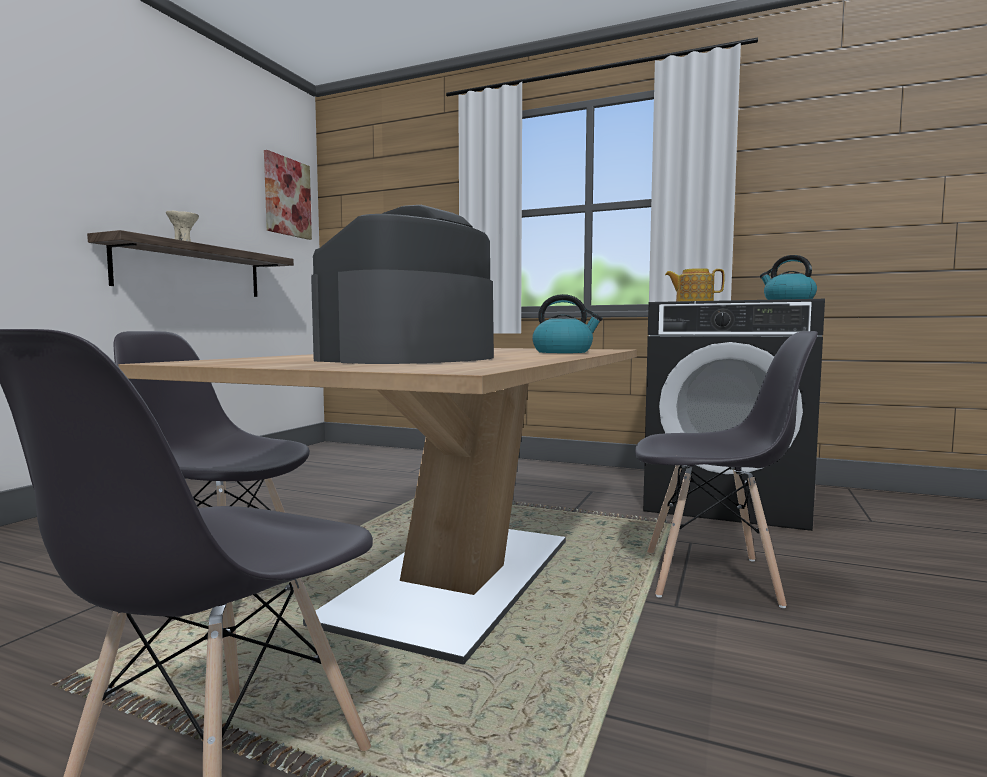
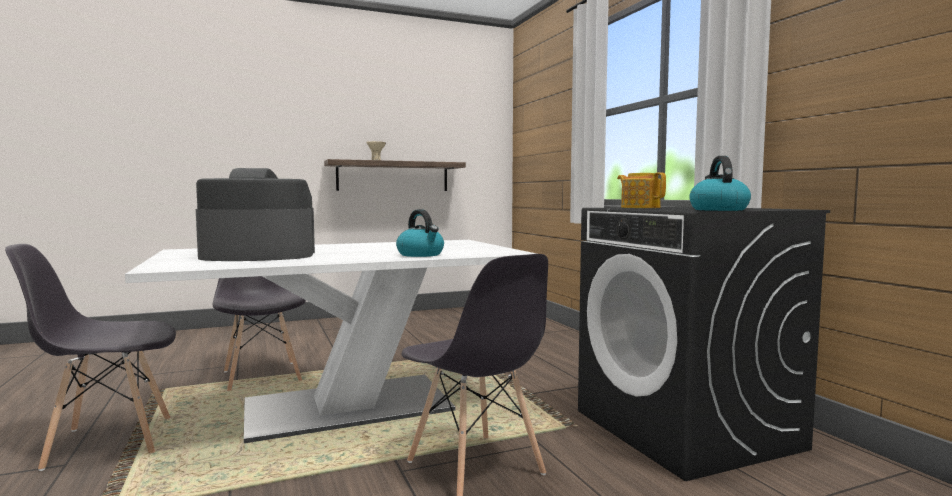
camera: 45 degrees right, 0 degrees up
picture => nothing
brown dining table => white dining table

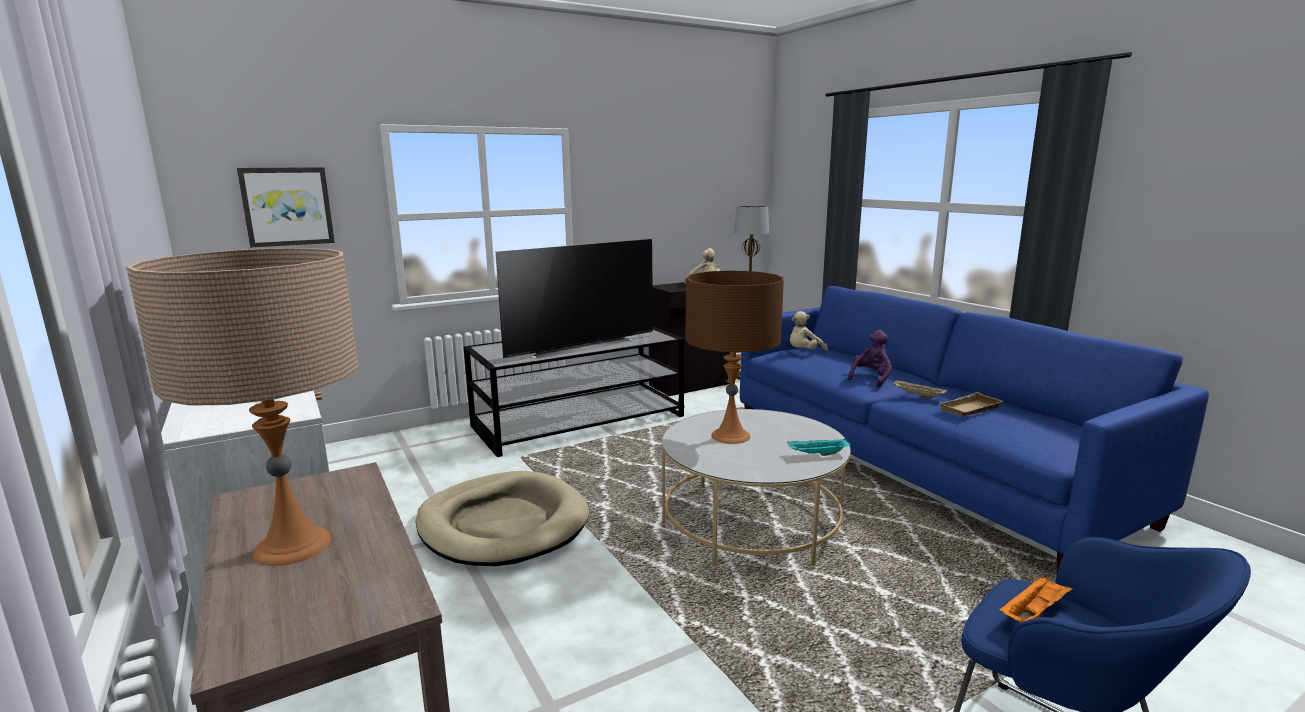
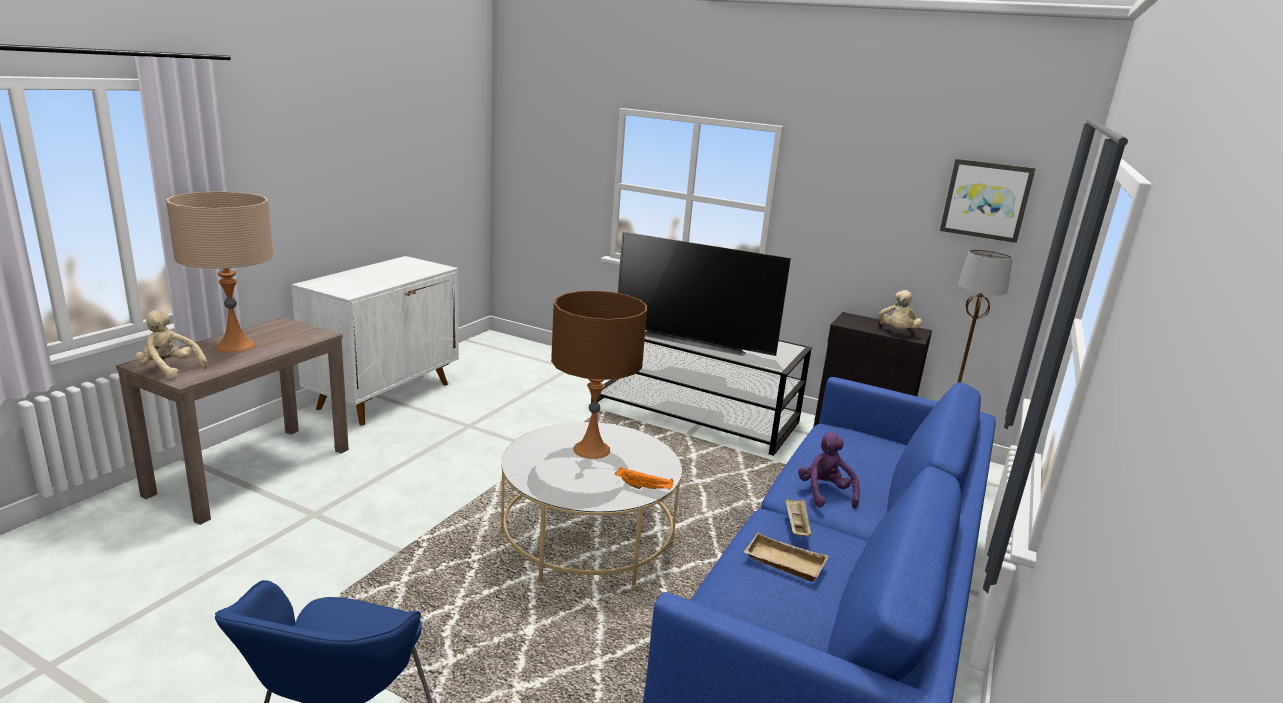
camera: 55 degrees right, 5 degrees up
picture, move
beige plush toy (2nd from left in the first image) => beige plush toy (1st from left), move
purple plush toy, 105 degrees counterclockwise
turquoise tray => nothing
beige dog bed => nothing
orange tray, move

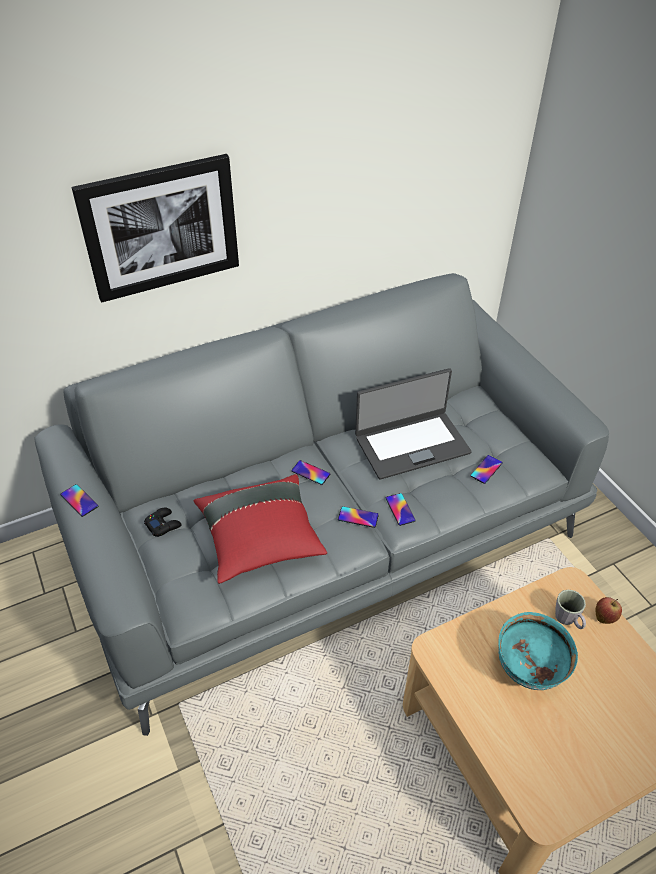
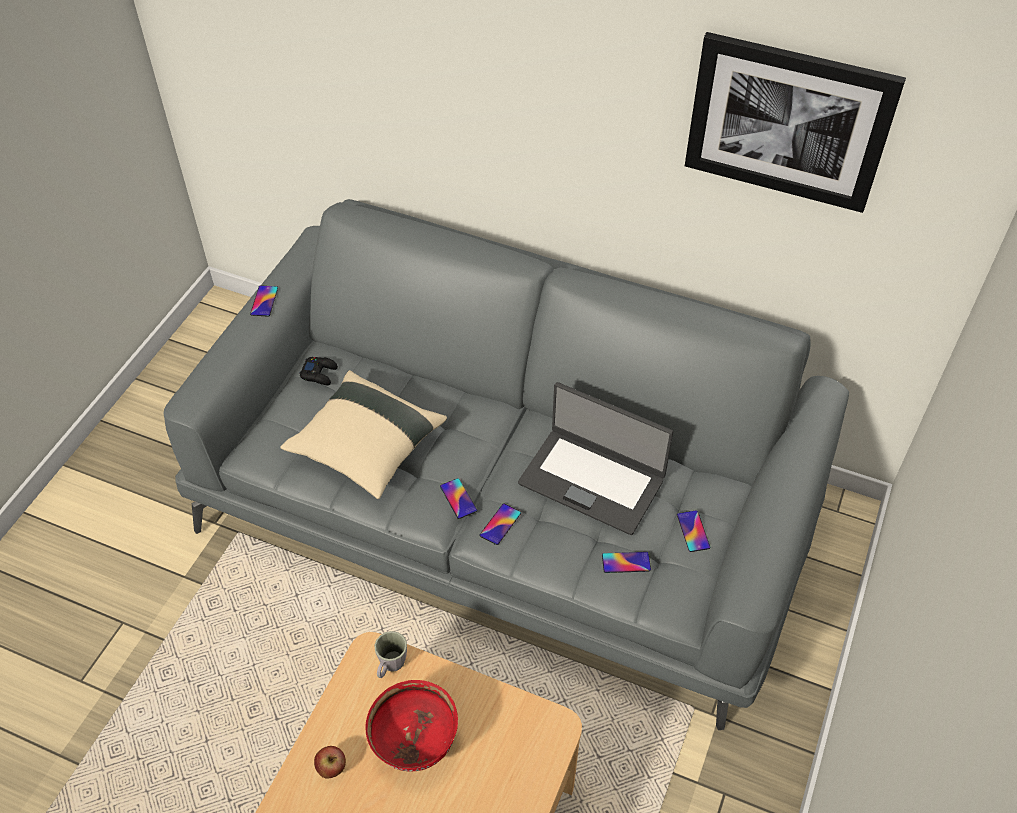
camera: 50 degrees right, 5 degrees up
picture, move
phone (2nd from left in the first image) => phone (5th from left), move
red pillow => beige pillow
grey mug, move
apple, move
turquoise bowl => red bowl

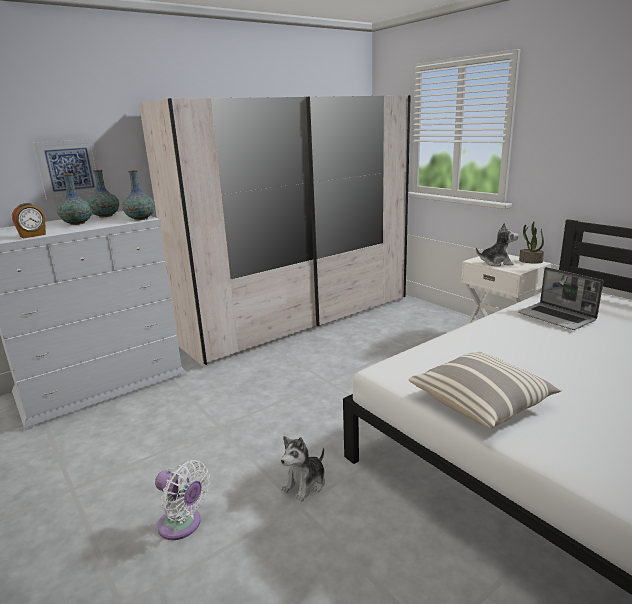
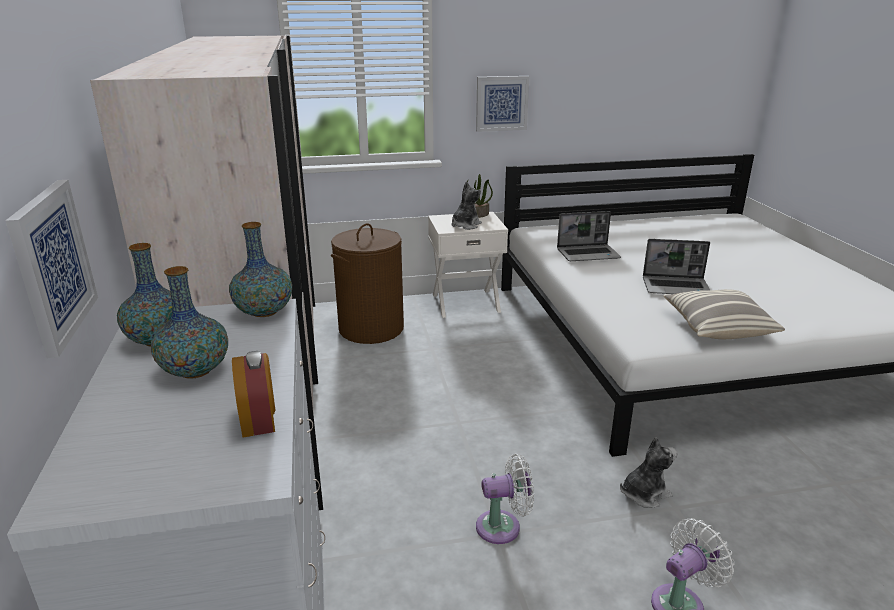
camera: 65 degrees left, 5 degrees up
plush toy (1st from left in the first image) => plush toy (2nd from left), 90 degrees counterclockwise
nothing => picture (2nd from left)
nothing => brown laundry basket
nothing => laptop (2nd from left)
nothing => white fan (1st from left)

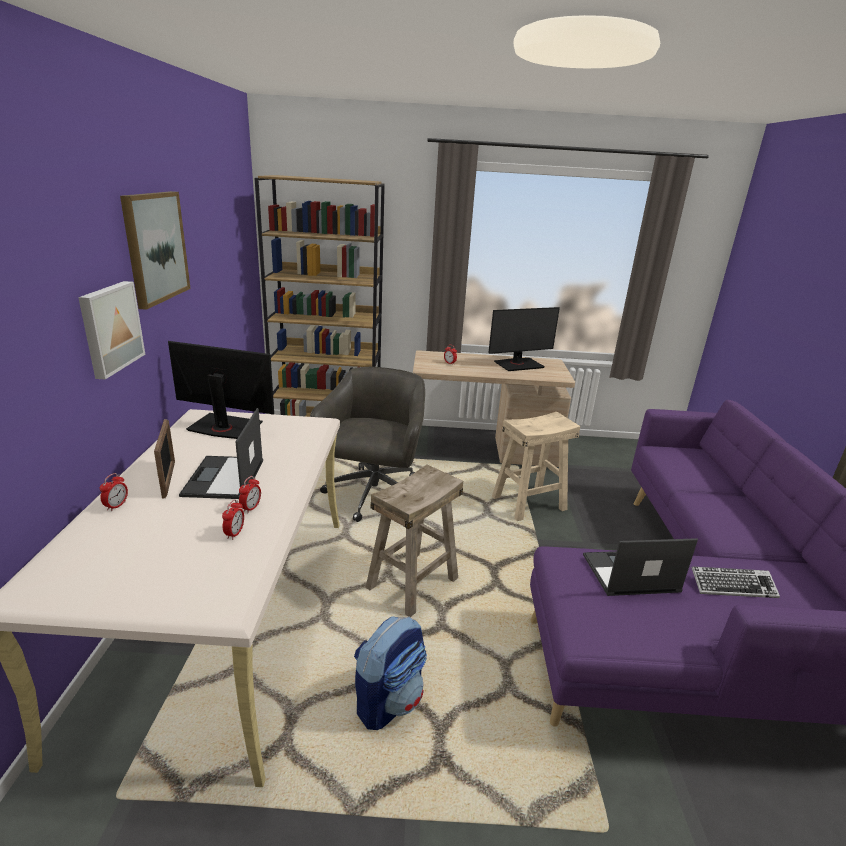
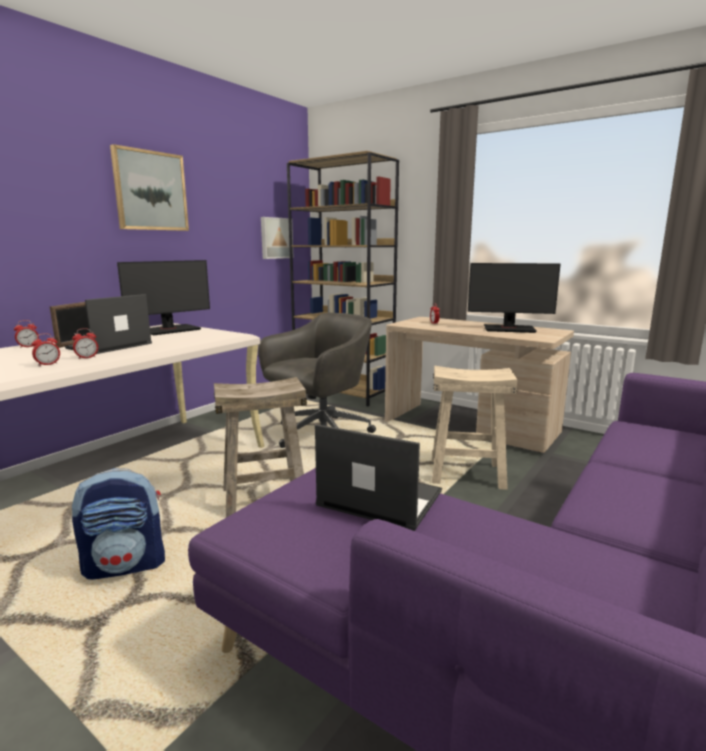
camera: 35 degrees right, 10 degrees down
picture (1st from left in the first image) => picture (2nd from left), move
monitor (1st from left), 90 degrees clockwise
keyboard => nothing

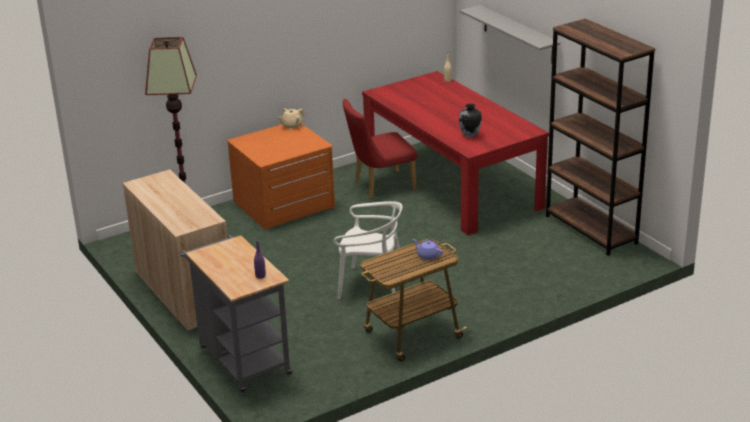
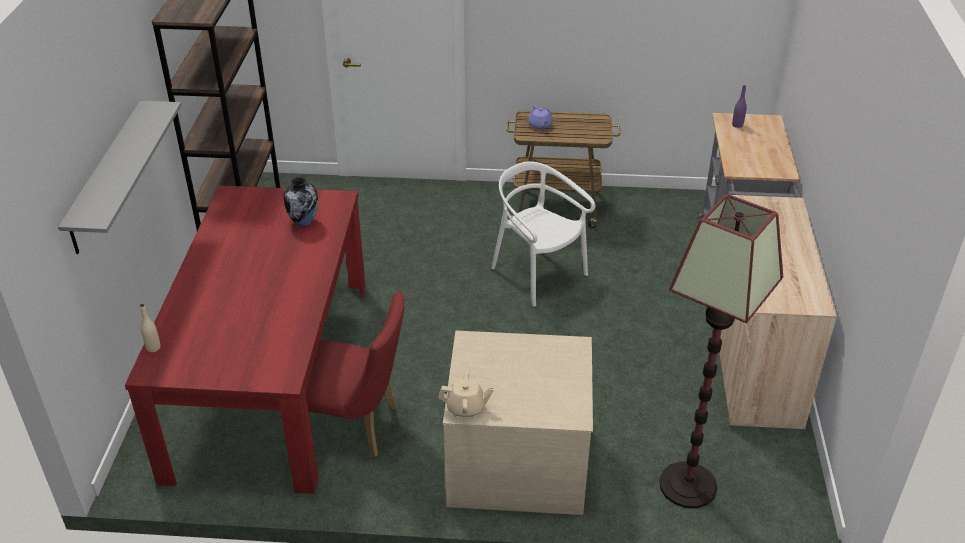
camera: 145 degrees left, 10 degrees up
orange dresser => beige dresser

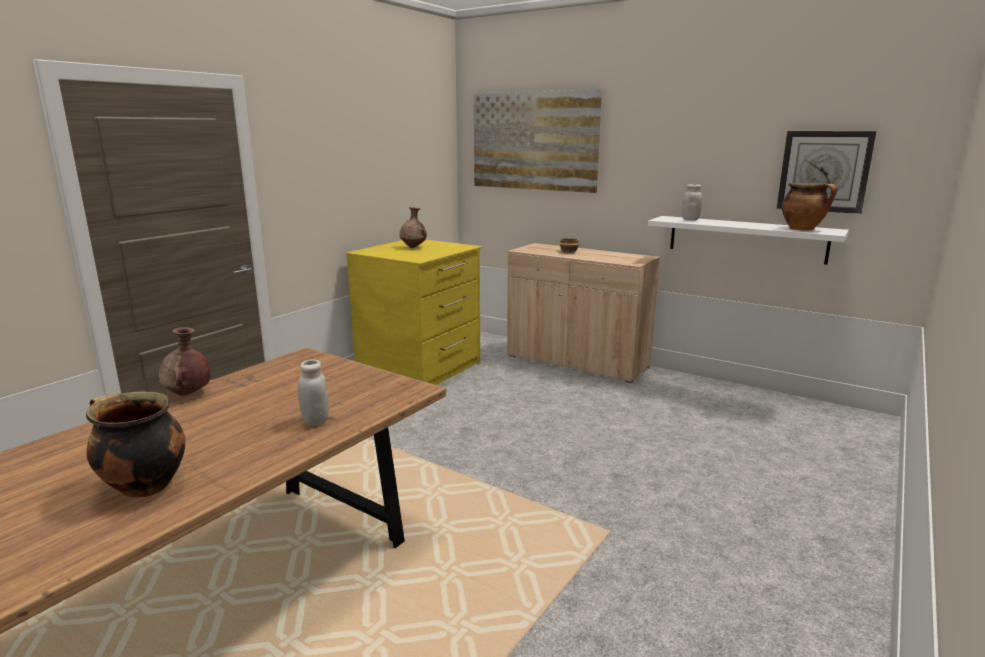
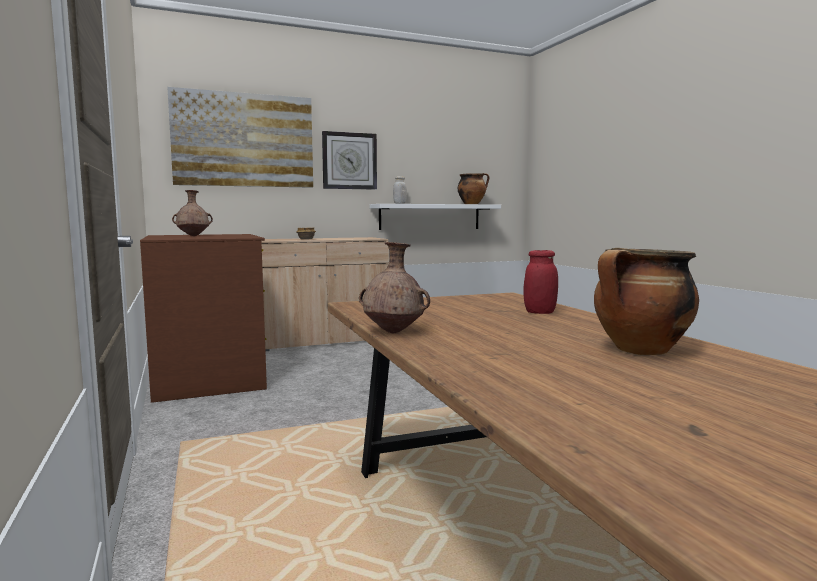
camera: 55 degrees left, 10 degrees down
wall clock, move
yellow dresser => brown dresser
white jar (1st from left) => red jar

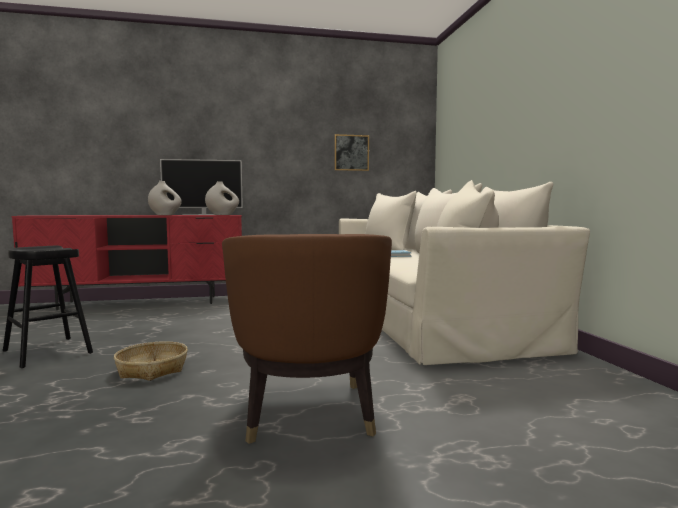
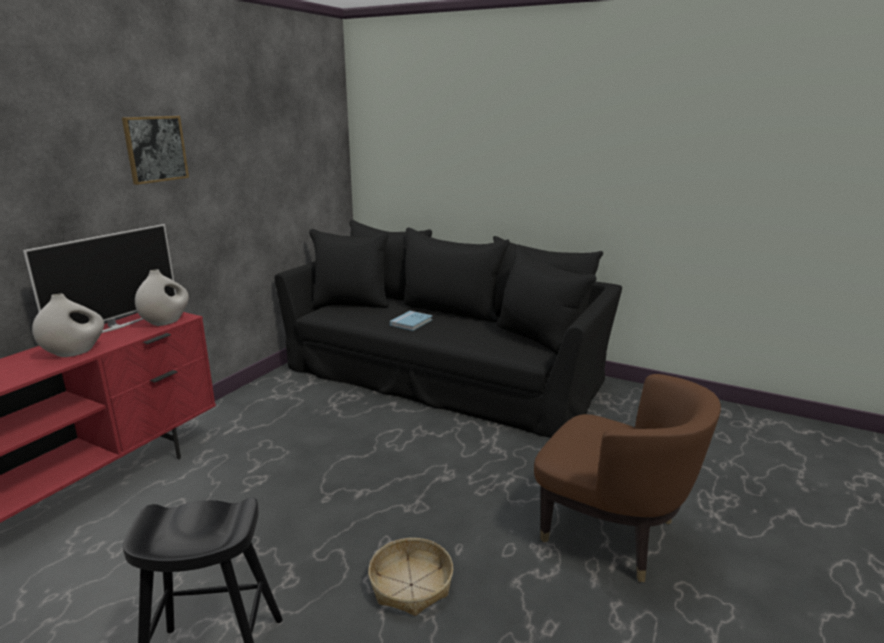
camera: 50 degrees left, 15 degrees up
picture, move
beige sofa => black sofa

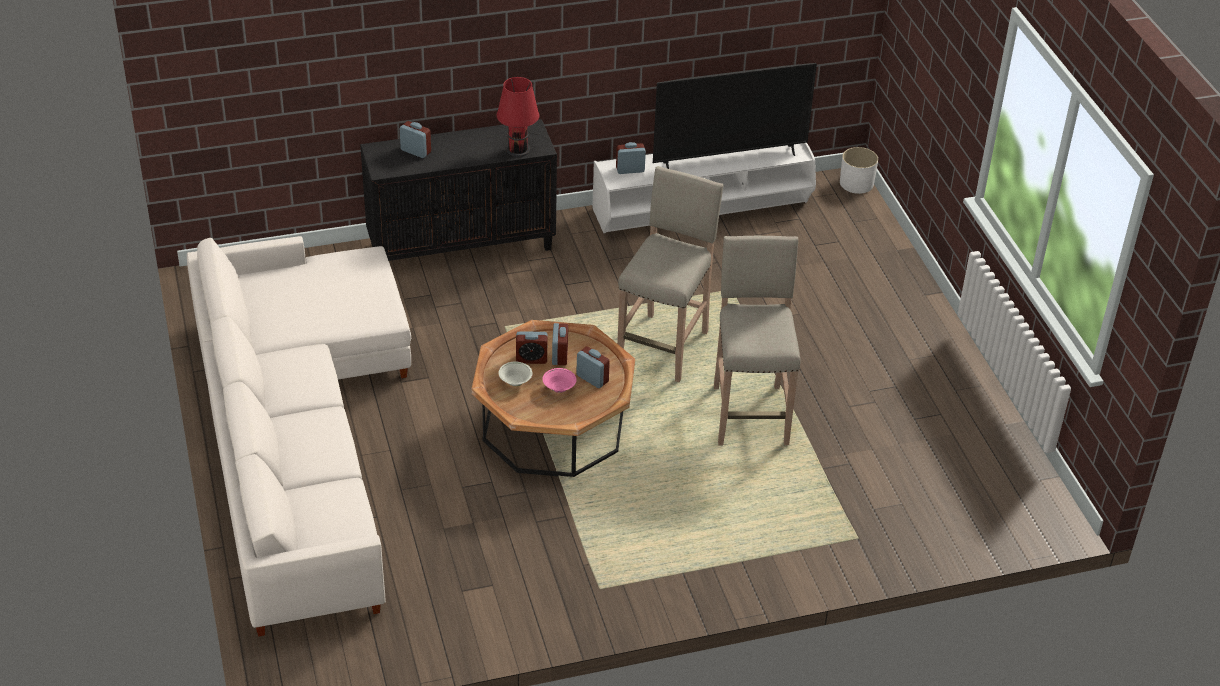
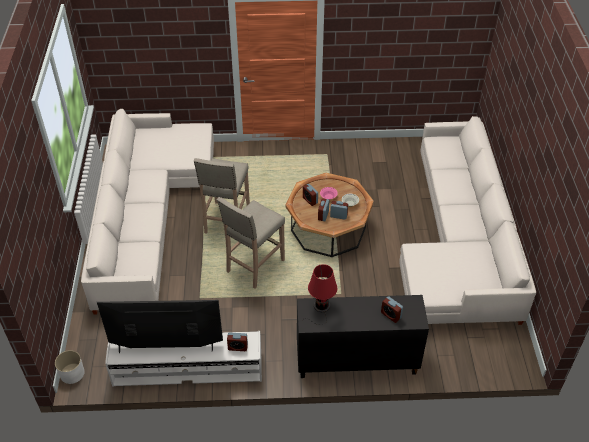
camera: 165 degrees left, 5 degrees up
nothing => white sofa (1st from left)

